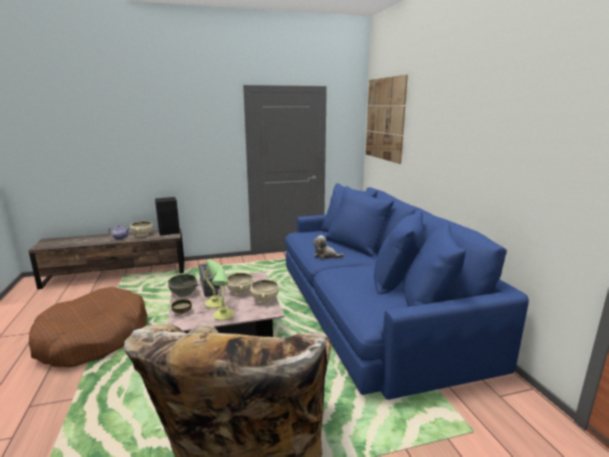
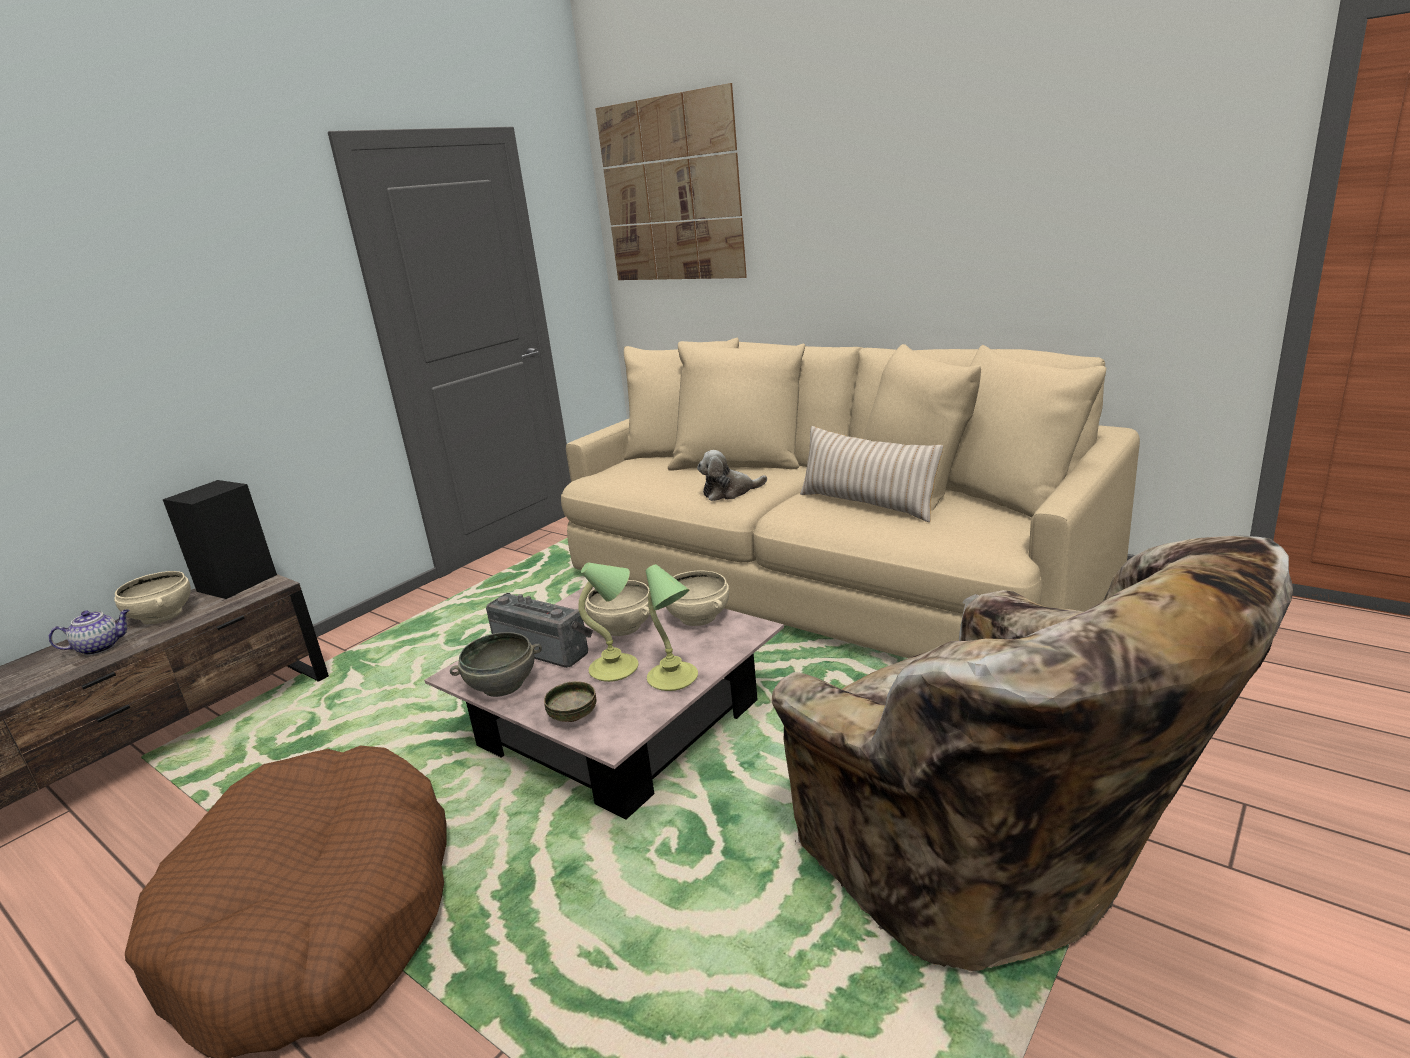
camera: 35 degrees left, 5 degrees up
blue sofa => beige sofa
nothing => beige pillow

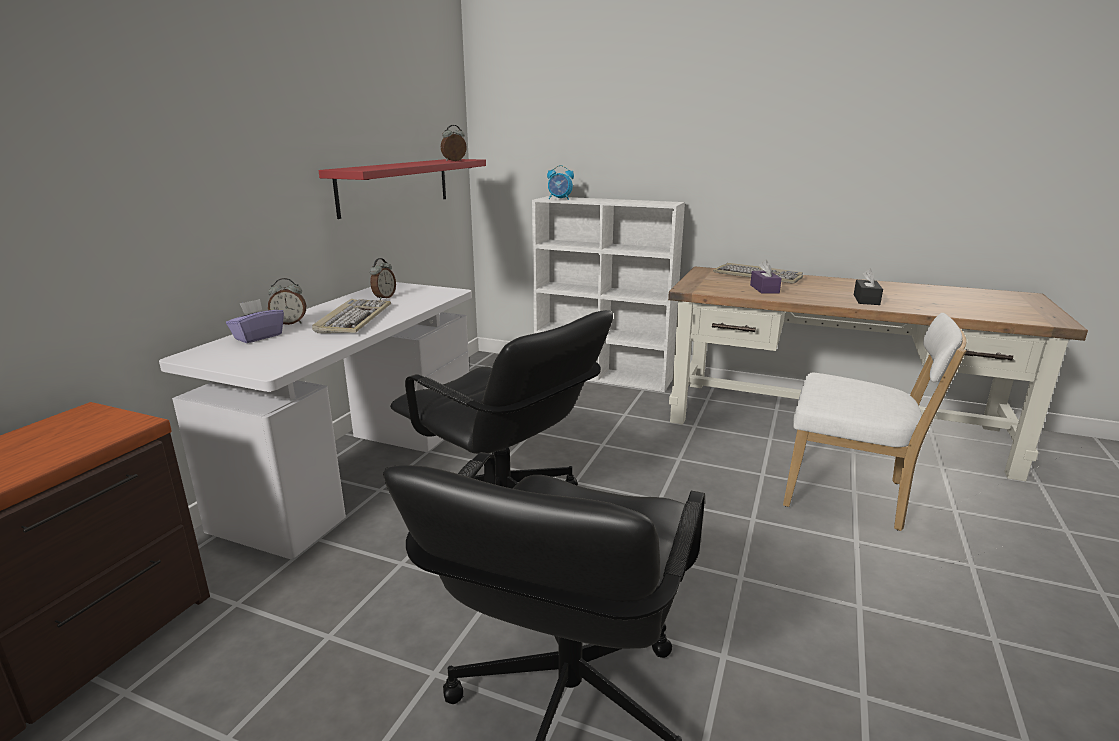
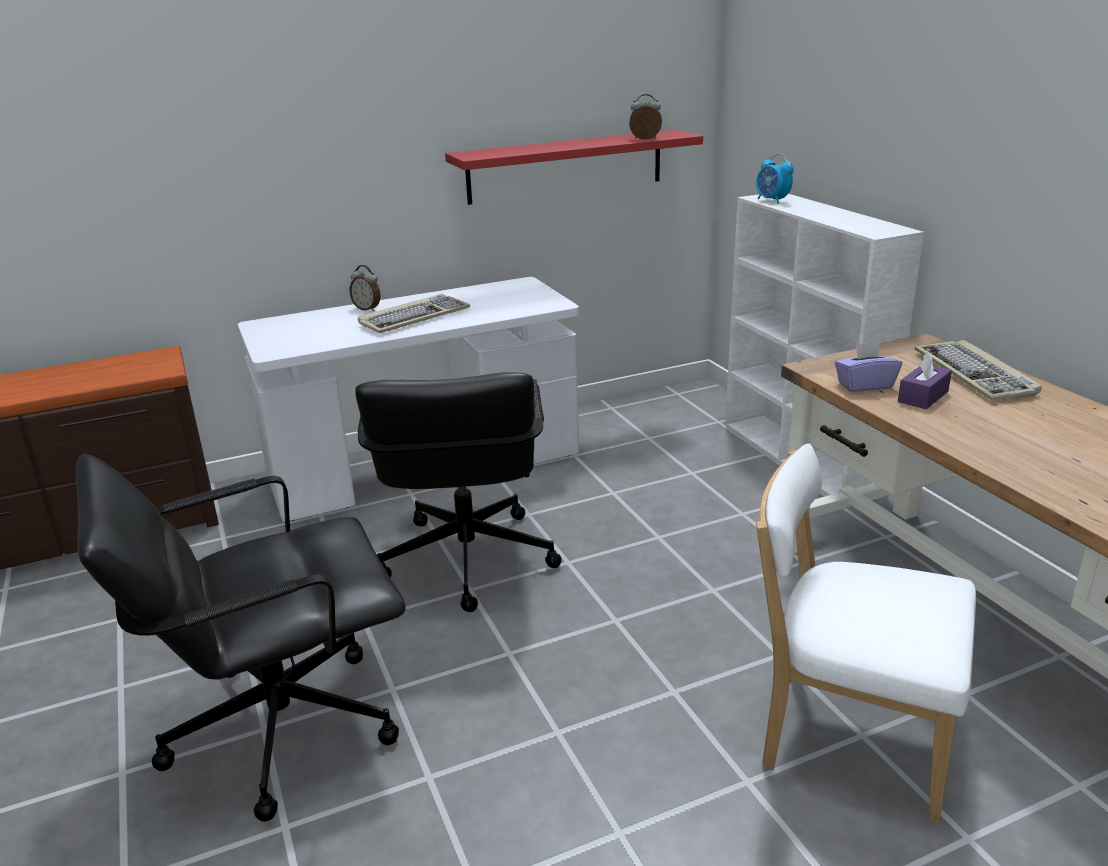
camera: 45 degrees right, 5 degrees up
alarm clock (2nd from left) => nothing
black tissue box => nothing
purple tissue box (1st from left), move
white chair, 135 degrees clockwise

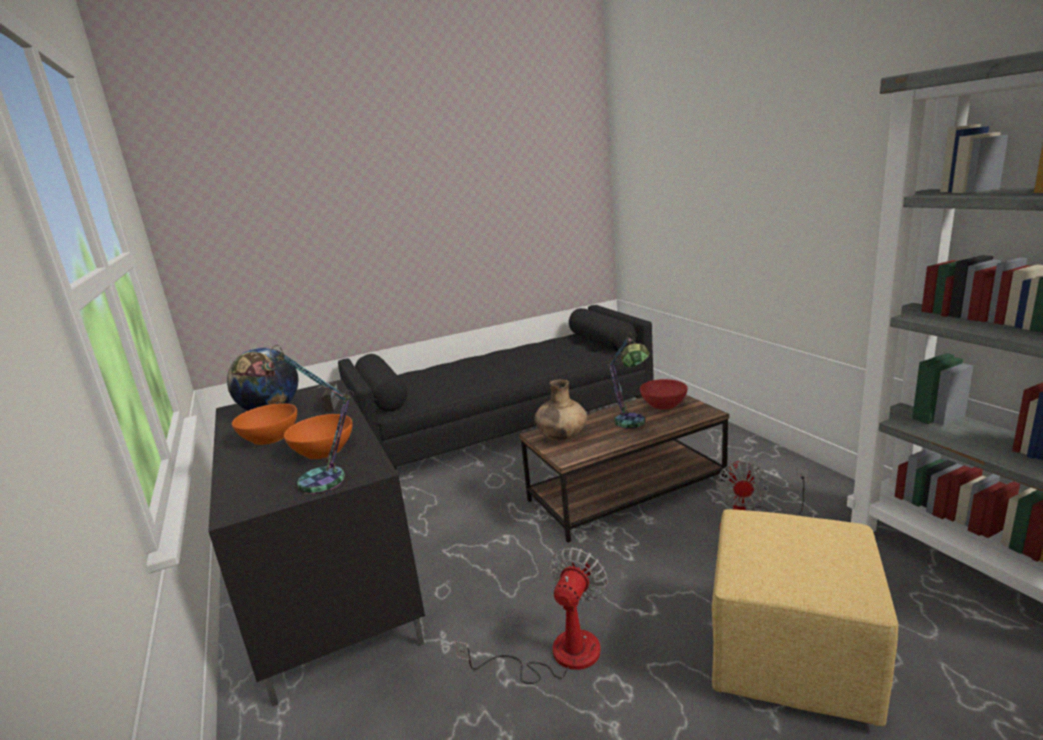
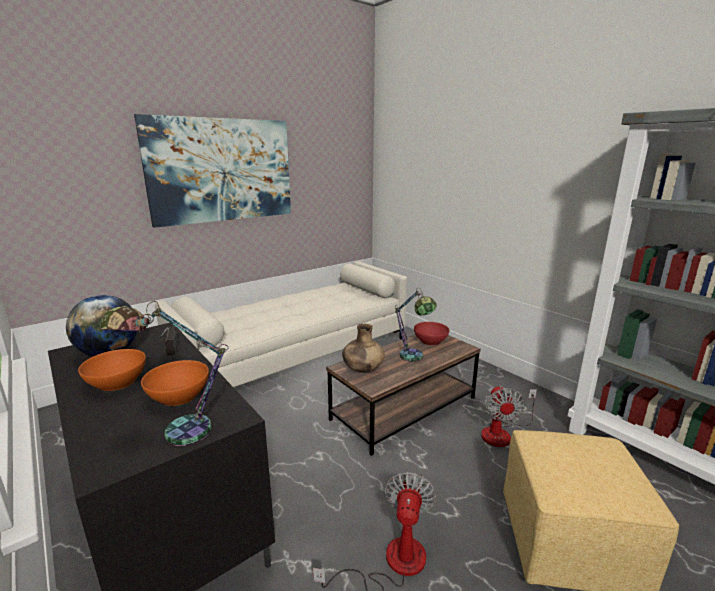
camera: 15 degrees left, 0 degrees up
black sofa => beige sofa
nothing => picture

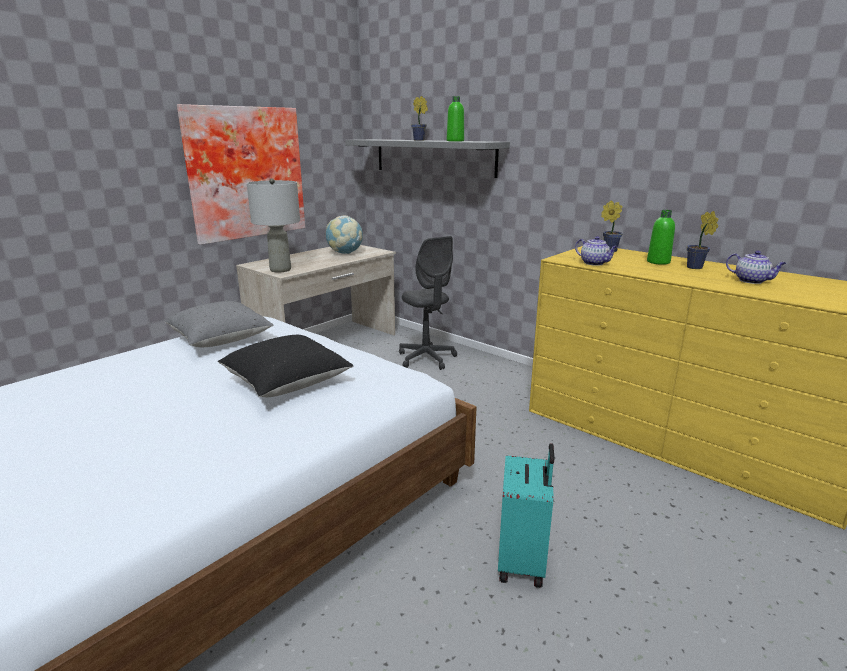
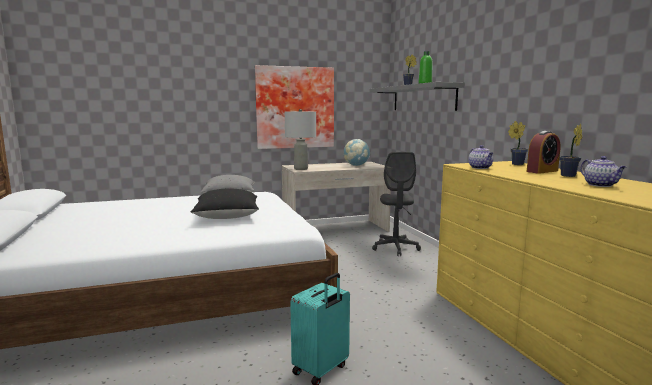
camera: 30 degrees right, 10 degrees down
green bottle (2nd from left) => alarm clock

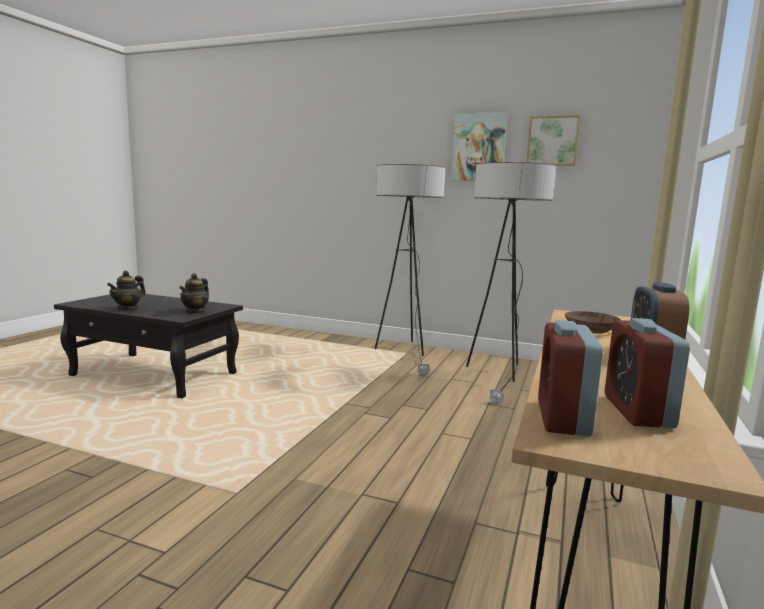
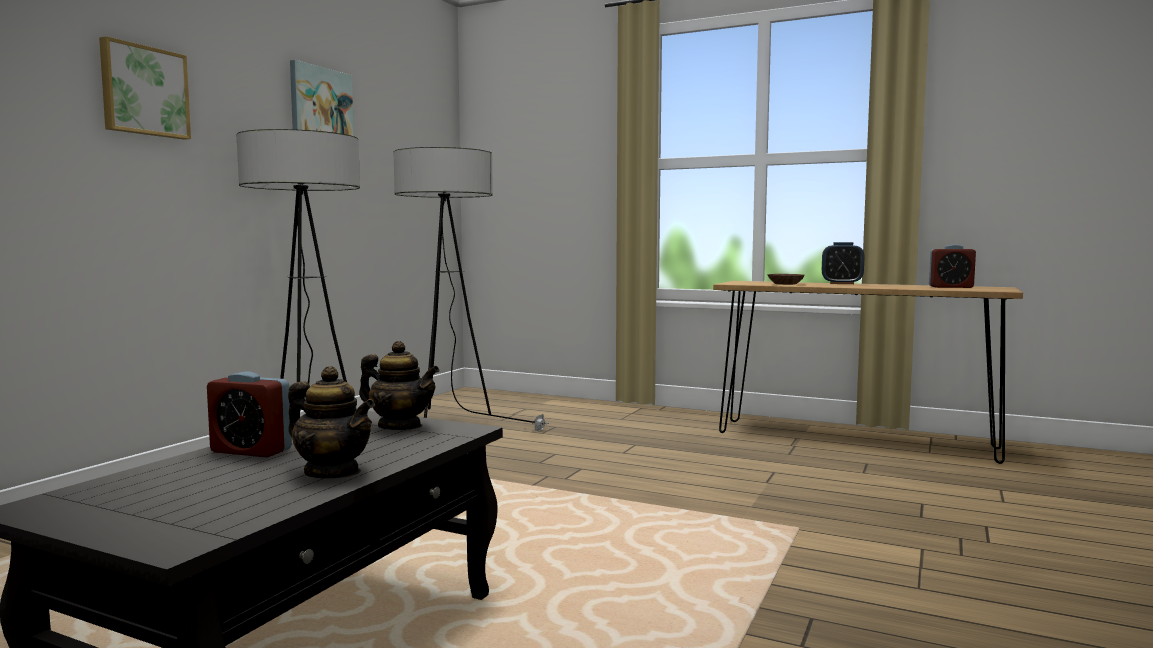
camera: 85 degrees left, 5 degrees down
picture (2nd from left in the first image) => picture (1st from left), move
alarm clock (1st from left), move

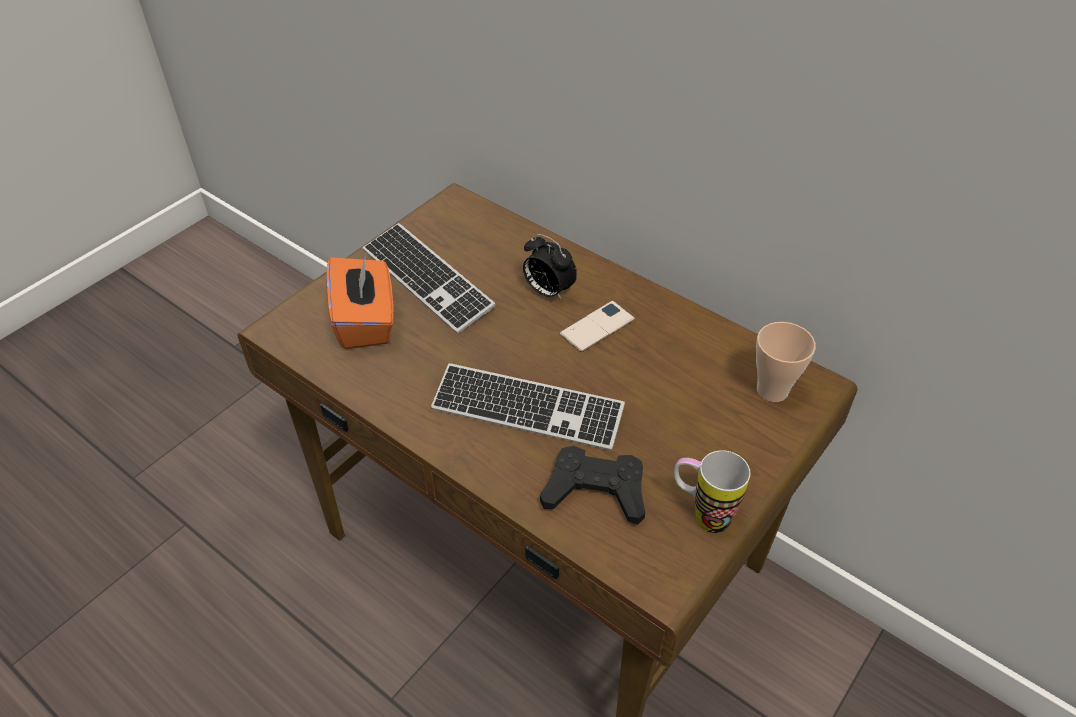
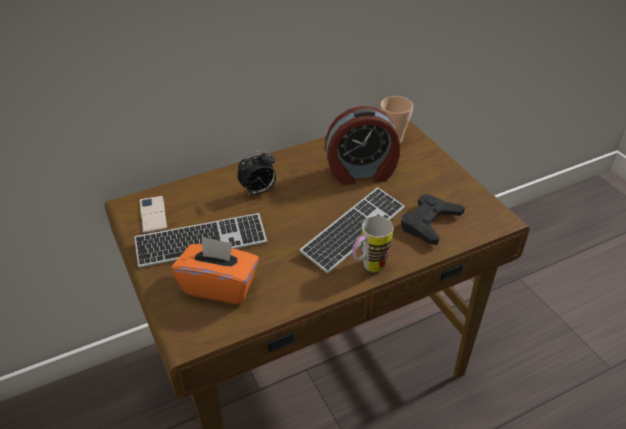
camera: 65 degrees left, 5 degrees down
phone, move
mug, move
nothing => alarm clock (2nd from left)

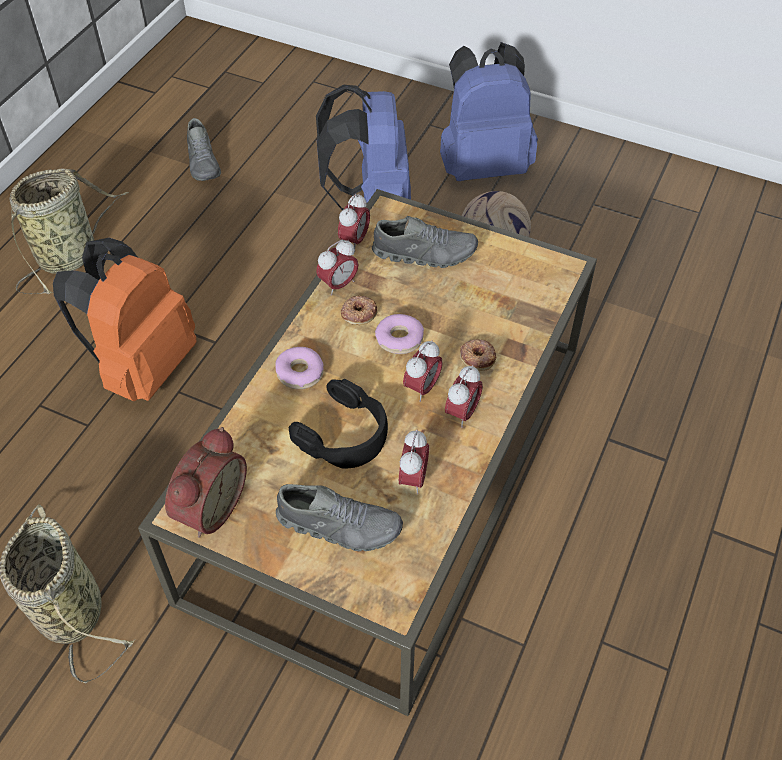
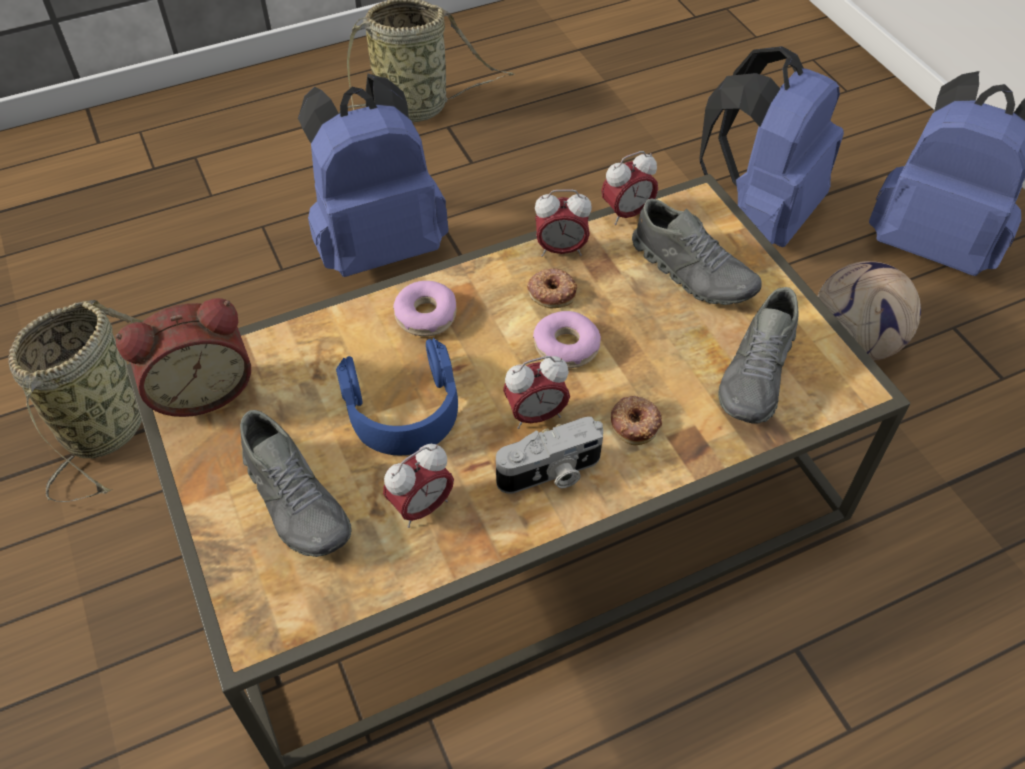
camera: 40 degrees right, 0 degrees up
grey shoe (1st from left in the first image) => grey shoe (3rd from left), move
orange backpack => blue backpack (1st from left)
alarm clock (6th from left) => photo camera
black headphones => blue headphones

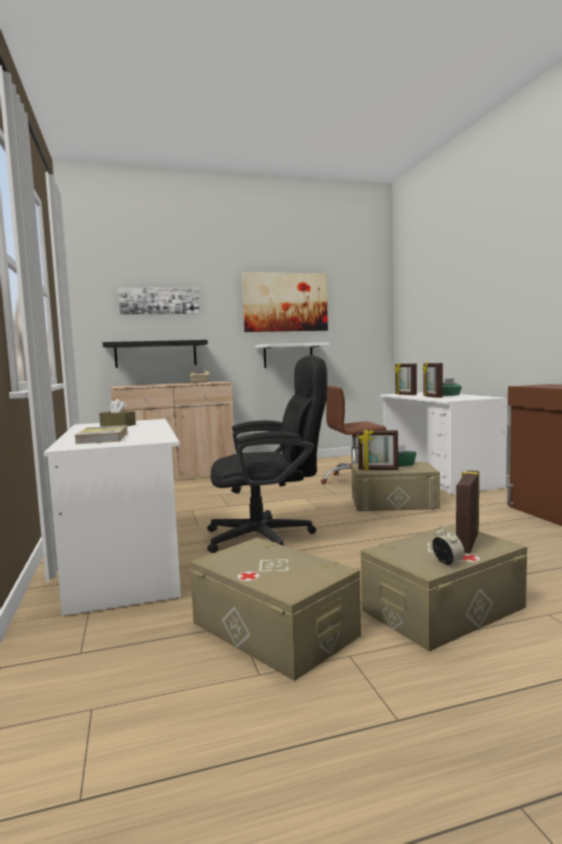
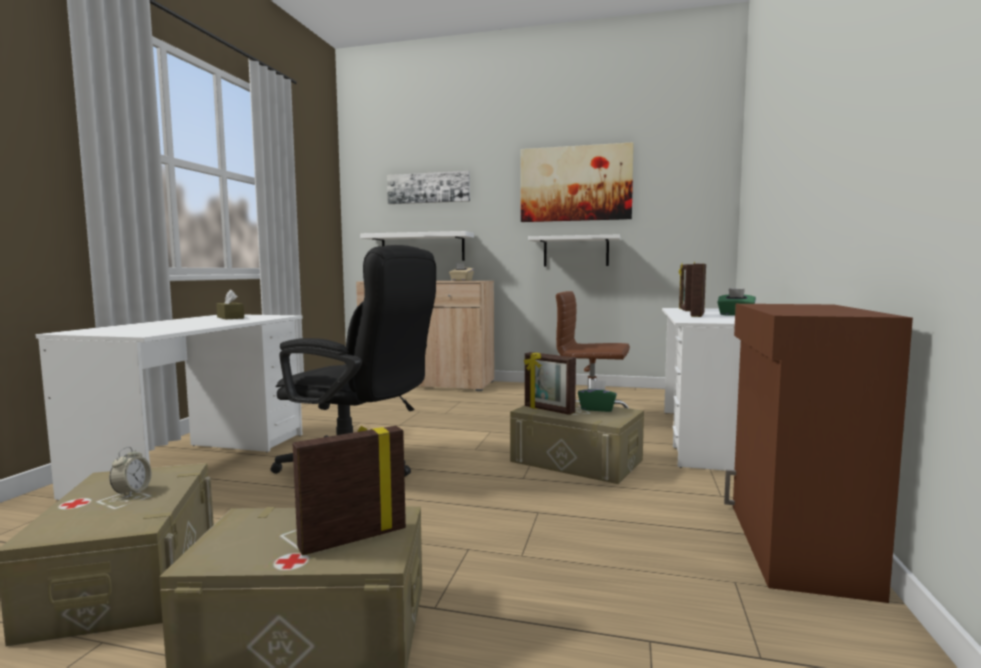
camera: 30 degrees right, 0 degrees up
black shelf => white shelf (1st from left)
book => nothing
alarm clock, move

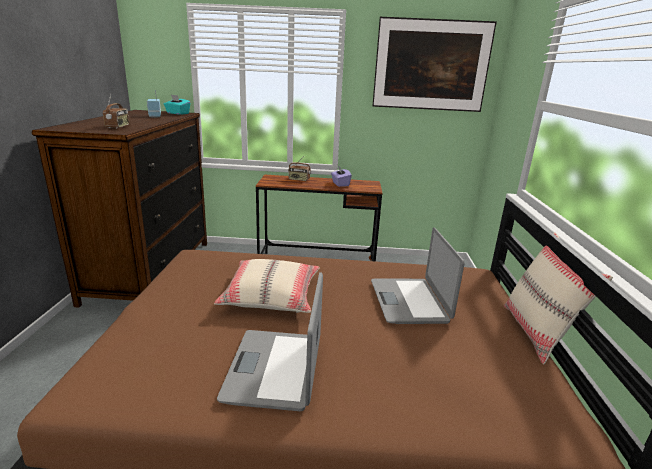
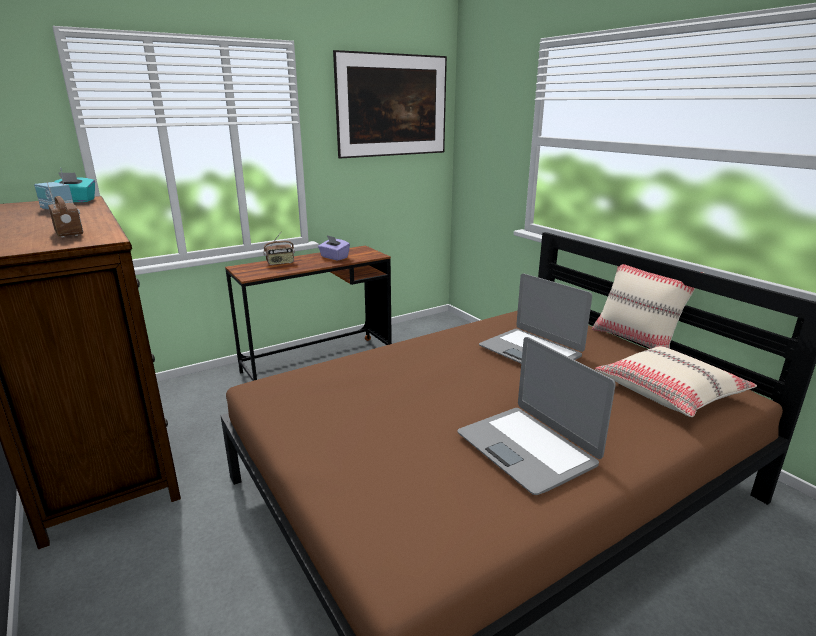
camera: 35 degrees left, 0 degrees up
beige pillow (1st from left in the first image) => beige pillow (2nd from left), move

